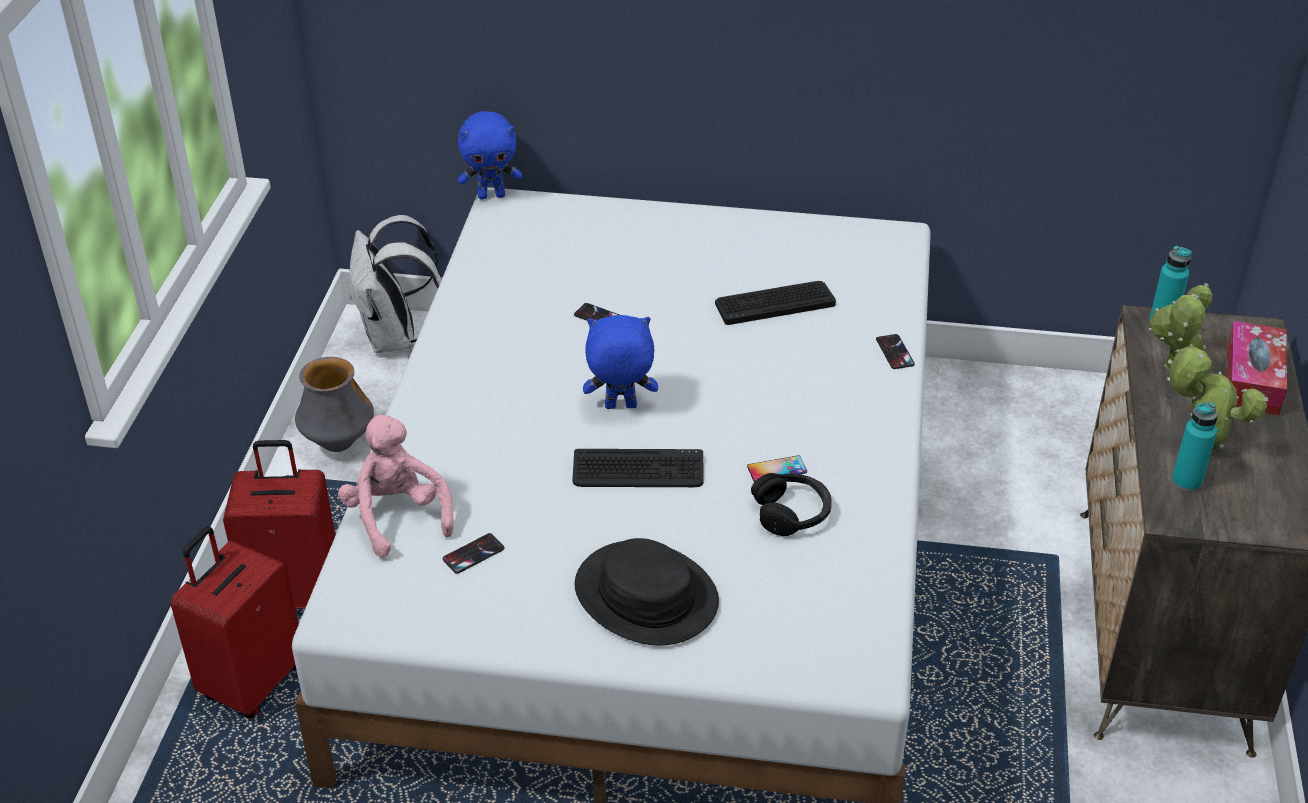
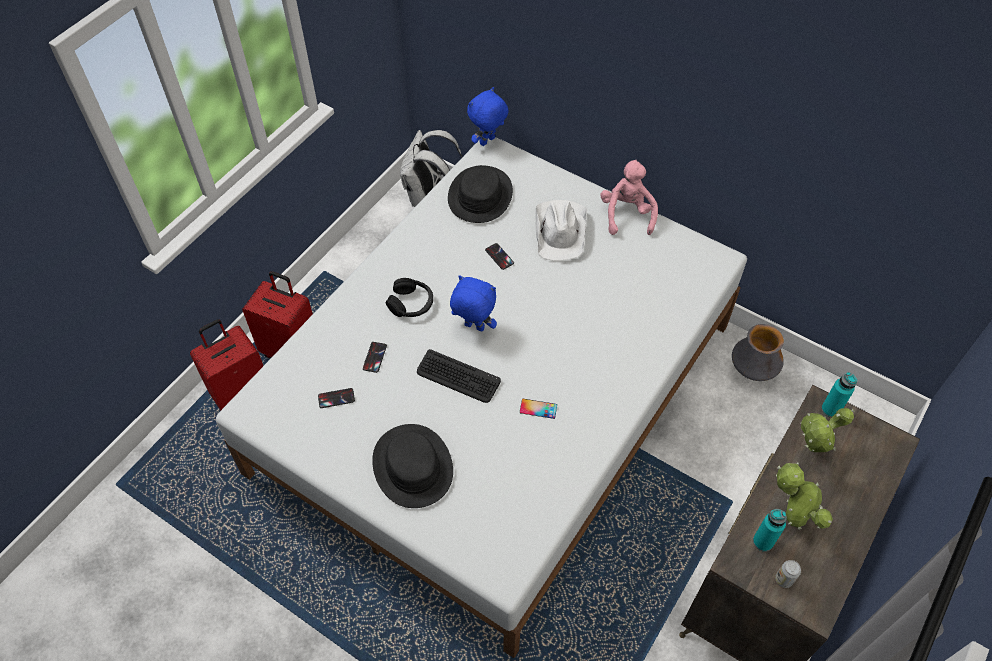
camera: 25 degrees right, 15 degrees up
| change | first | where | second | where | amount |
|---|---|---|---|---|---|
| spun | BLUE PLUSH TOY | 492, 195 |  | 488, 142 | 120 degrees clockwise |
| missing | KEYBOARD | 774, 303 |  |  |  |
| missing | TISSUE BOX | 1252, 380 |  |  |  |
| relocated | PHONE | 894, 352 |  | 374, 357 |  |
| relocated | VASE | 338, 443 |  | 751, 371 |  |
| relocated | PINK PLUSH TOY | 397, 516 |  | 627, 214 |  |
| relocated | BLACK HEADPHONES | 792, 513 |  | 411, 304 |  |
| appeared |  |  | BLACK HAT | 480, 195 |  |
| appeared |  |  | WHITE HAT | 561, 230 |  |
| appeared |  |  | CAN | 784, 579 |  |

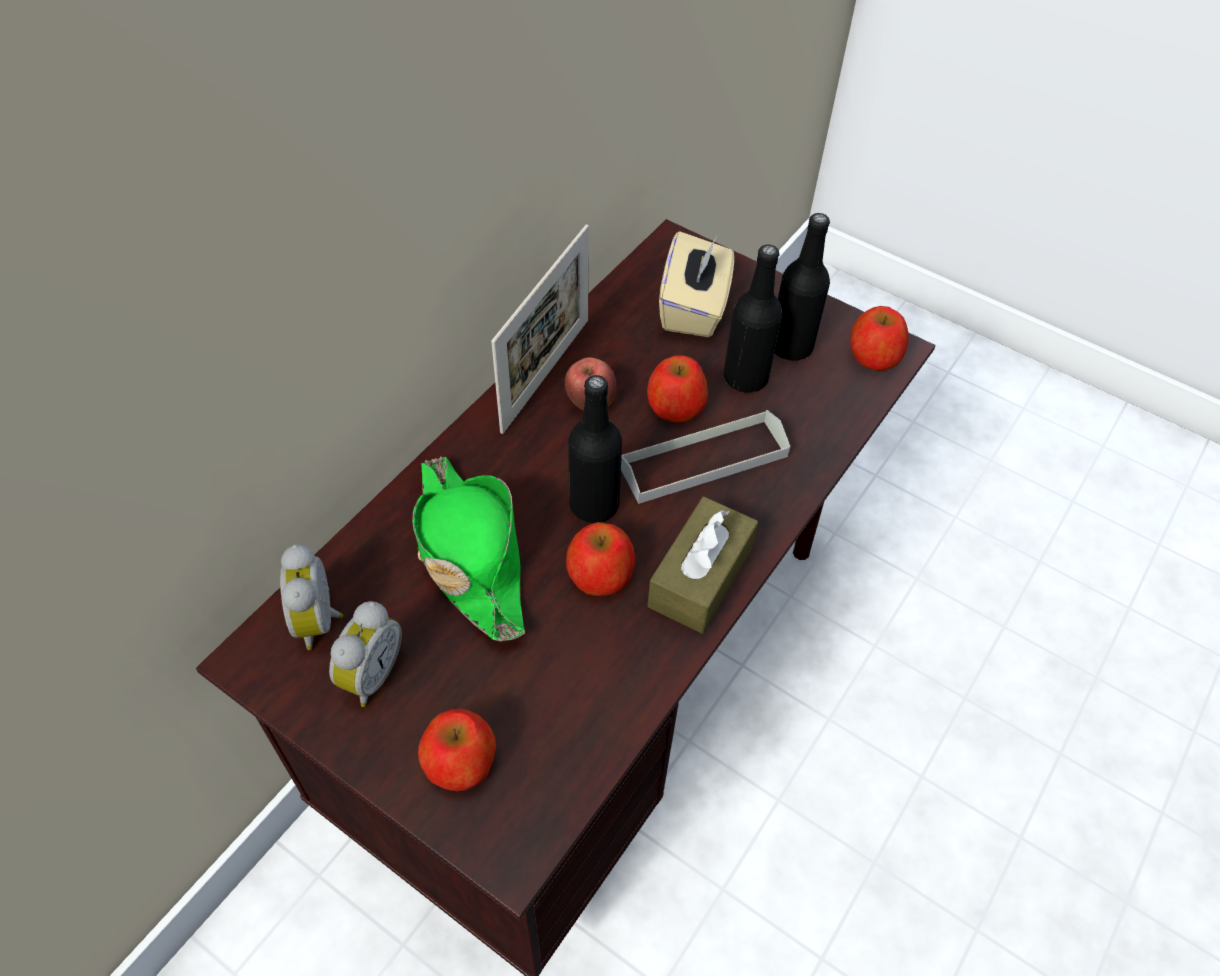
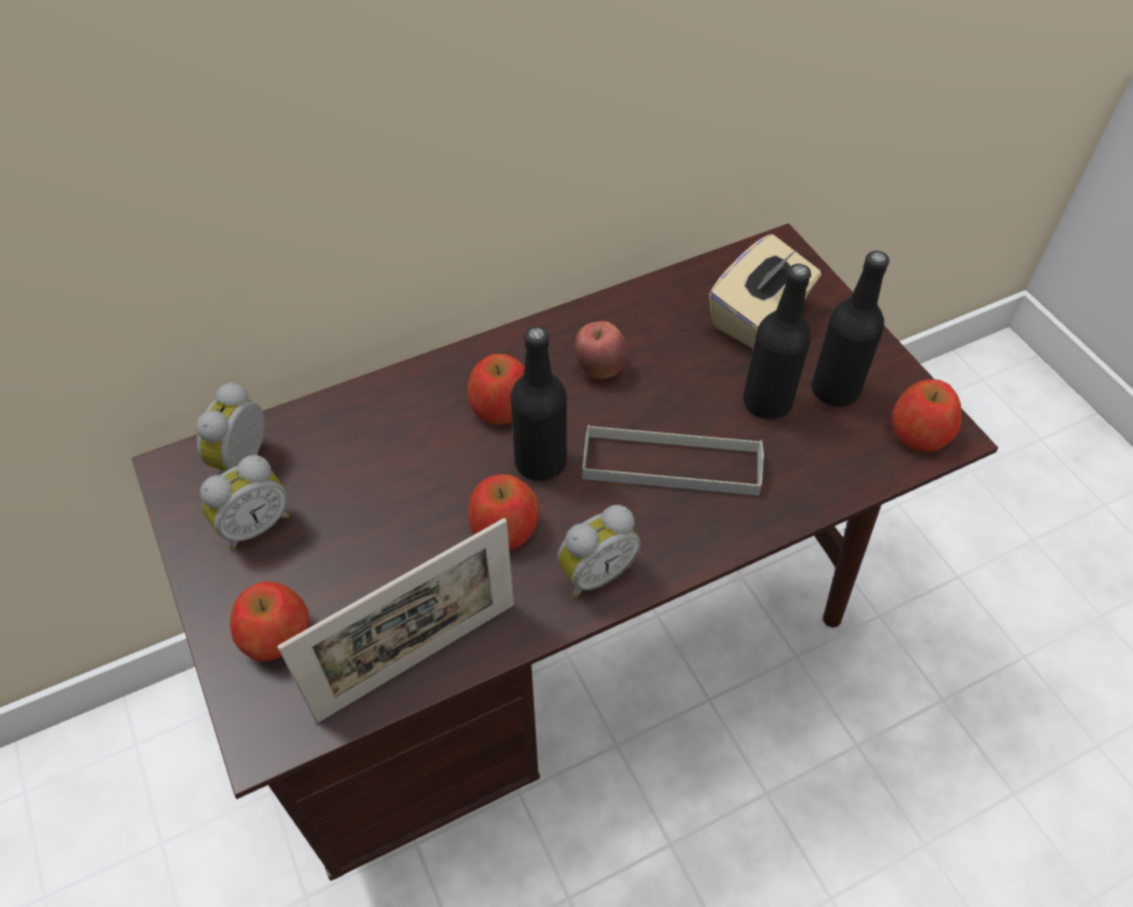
camera: 30 degrees right, 0 degrees up
| change | first | where | second | where | amount |
|---|---|---|---|---|---|
| relocated | PICTURE FRAME | 546, 374 |  | 418, 660 |  |
| relocated | APPLE | 676, 405 |  | 501, 406 |  |
| missing | GREEN HAT | 470, 553 |  |  |  |
| exchanged | BROWN TISSUE BOX | 700, 577 | ALARM CLOCK | 595, 572 |  |

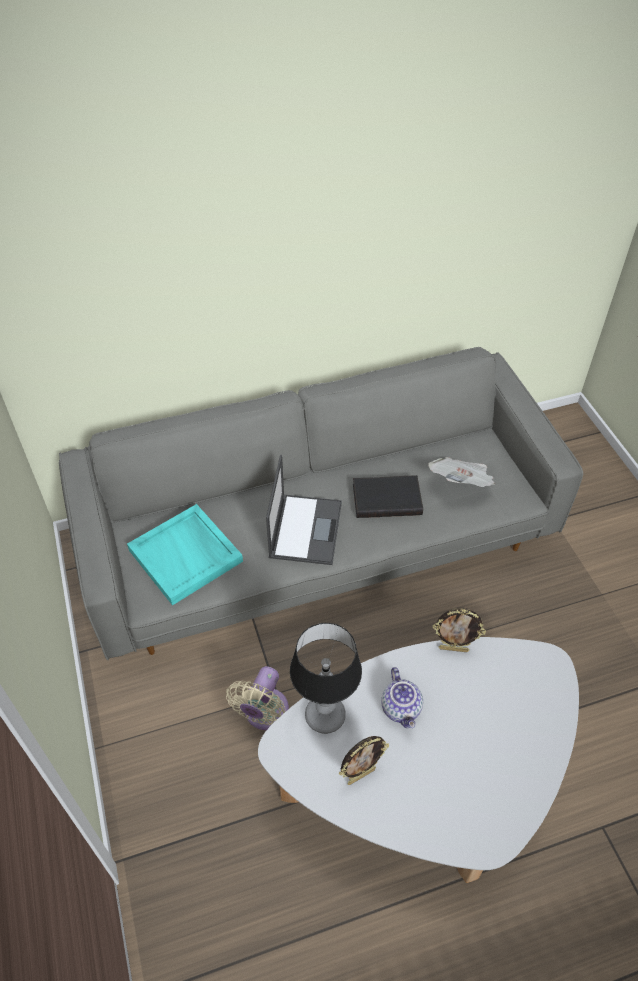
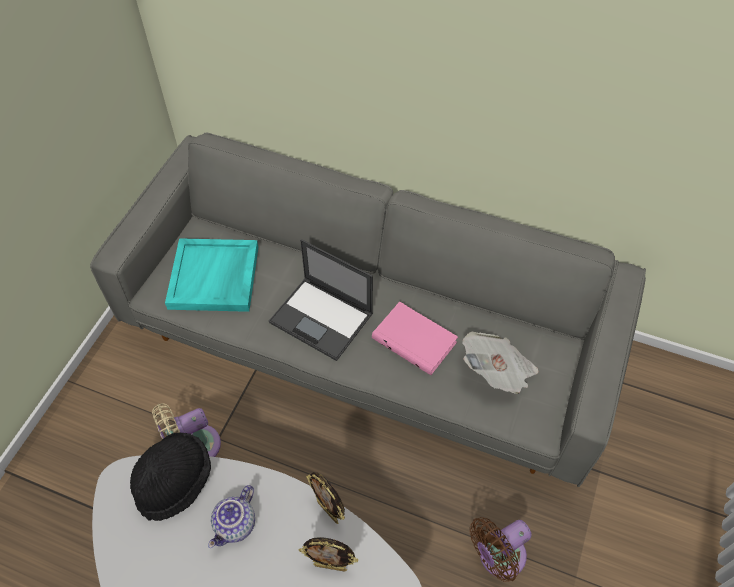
camera: 40 degrees right, 5 degrees up
| change | first | where | second | where | amount |
|---|---|---|---|---|---|
| spun | LAPTOP | 305, 528 |  | 322, 318 | 75 degrees clockwise |
| colour | BLACK BOOK | 387, 498 | PINK BOOK | 415, 339 |  |
| exchanged | TABLE LAMP | 324, 716 | BLACK HAT | 174, 482 |  |
| relocated | PICTURE FRAME | 361, 775 |  | 330, 566 |  |
| appeared |  |  | BROWN FAN | 497, 557 |  |

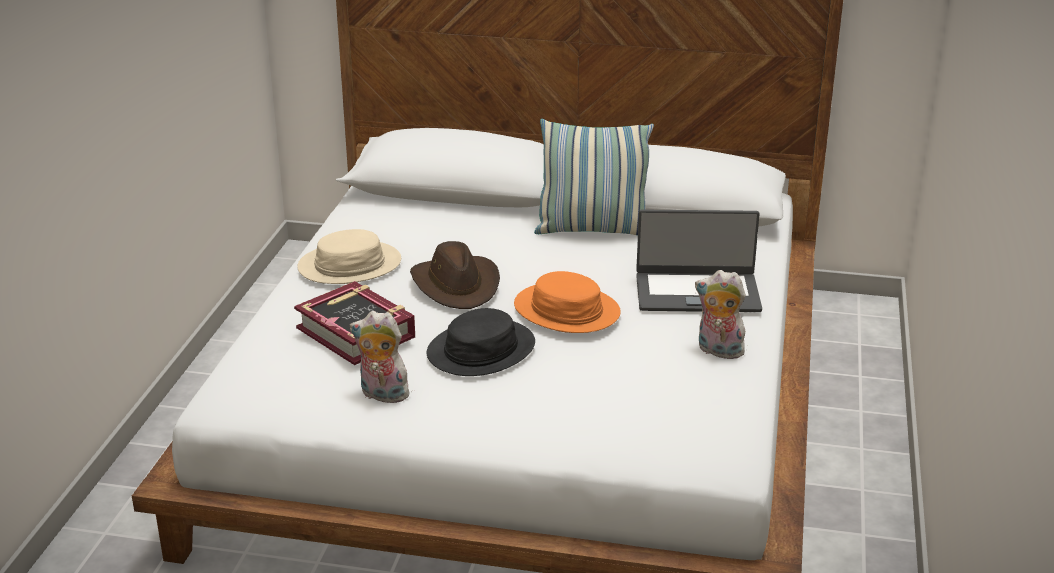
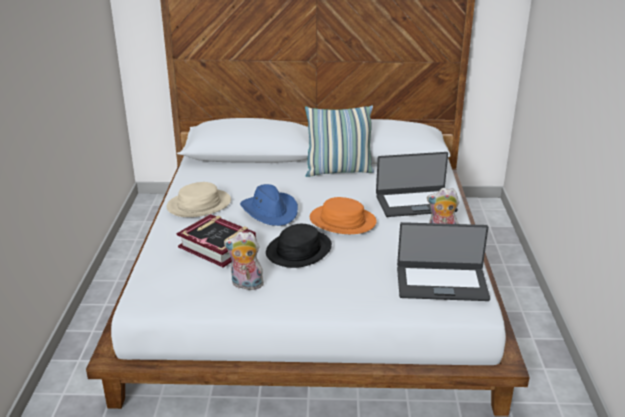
camera: 10 degrees left, 0 degrees up
| change | first | where | second | where | amount |
|---|---|---|---|---|---|
| colour | BROWN HAT | 456, 285 | BLUE HAT | 270, 211 |  |
| appeared |  |  | LAPTOP | 441, 283 |  |

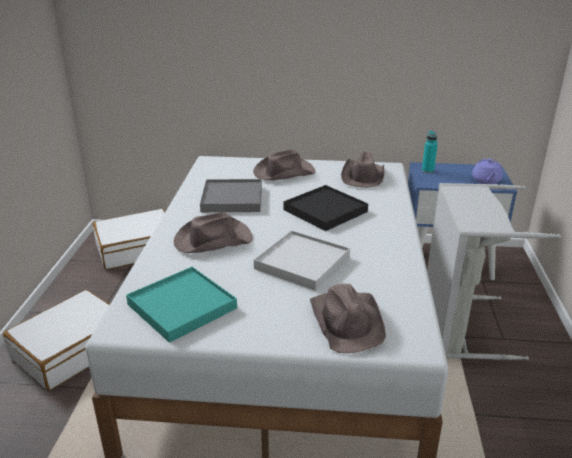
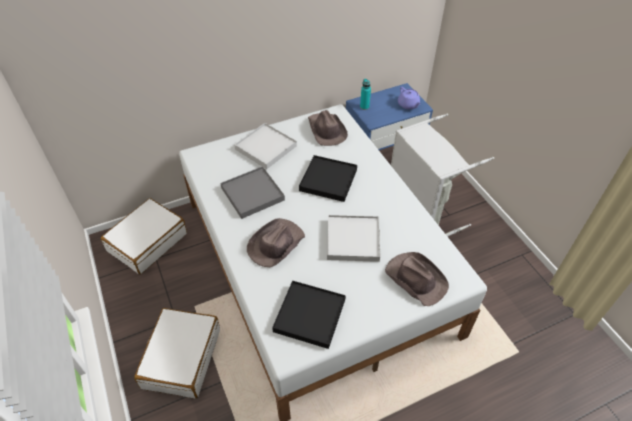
camera: 30 degrees left, 20 degrees up
| change | first | where | second | where | amount |
|---|---|---|---|---|---|
| exchanged | BROWN HAT | 283, 172 | WHITE TRAY | 265, 147 |  |
| colour | TURQUOISE TRAY | 181, 306 | BLACK TRAY | 309, 315 |  |

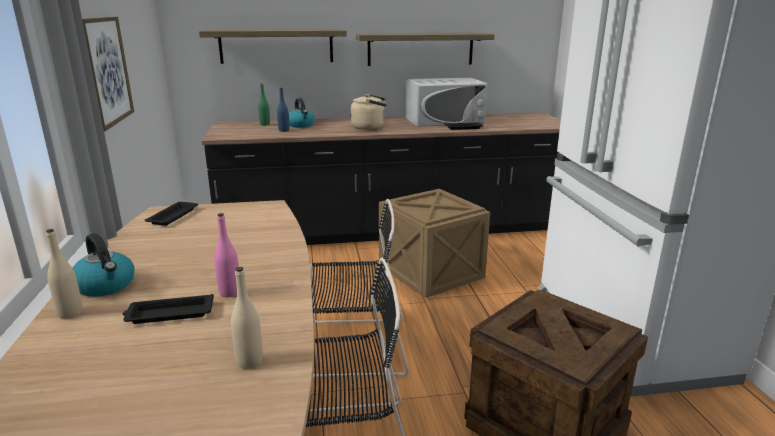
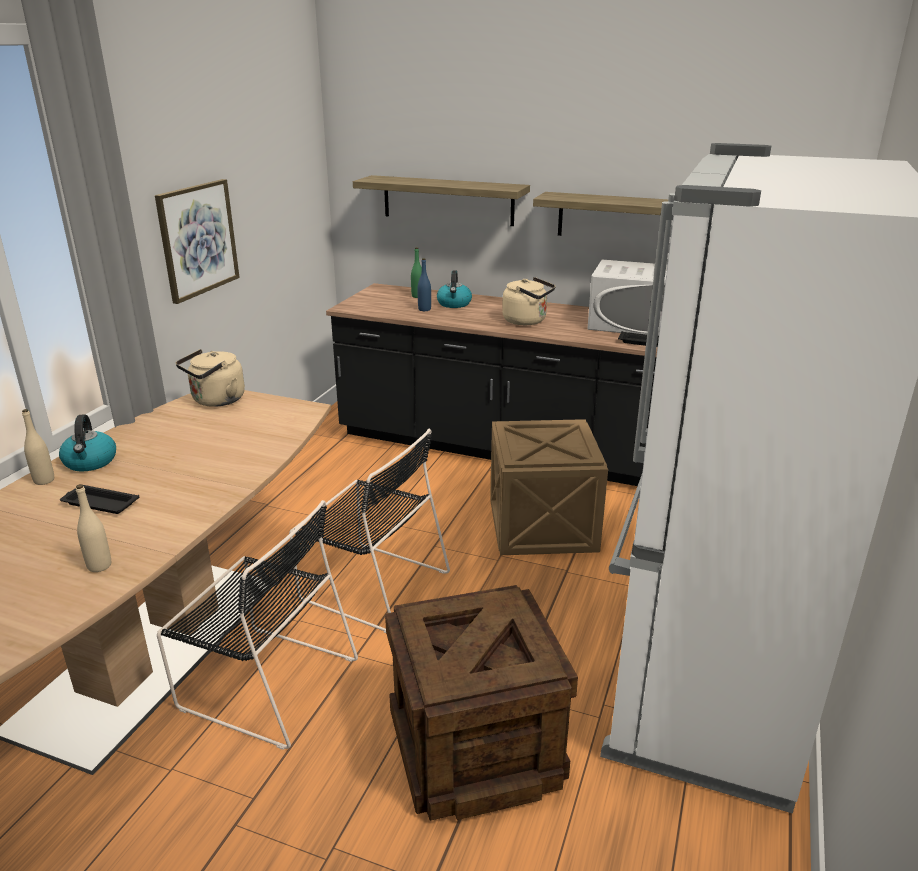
camera: 30 degrees right, 5 degrees up
| change | first | where | second | where | amount |
|---|---|---|---|---|---|
| exchanged | BLACK TRAY | 174, 216 | BEIGE KETTLE | 216, 401 |  |
| missing | PINK BOTTLE | 230, 292 |  |  |  |

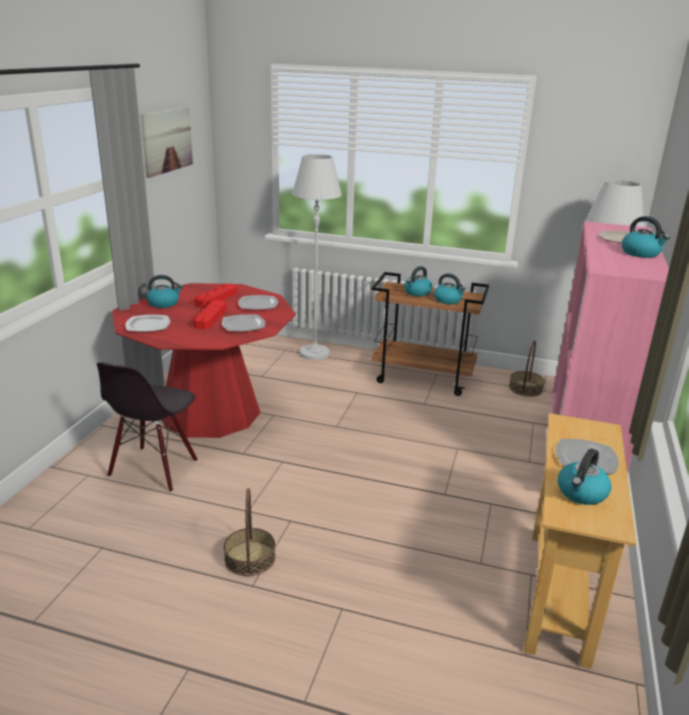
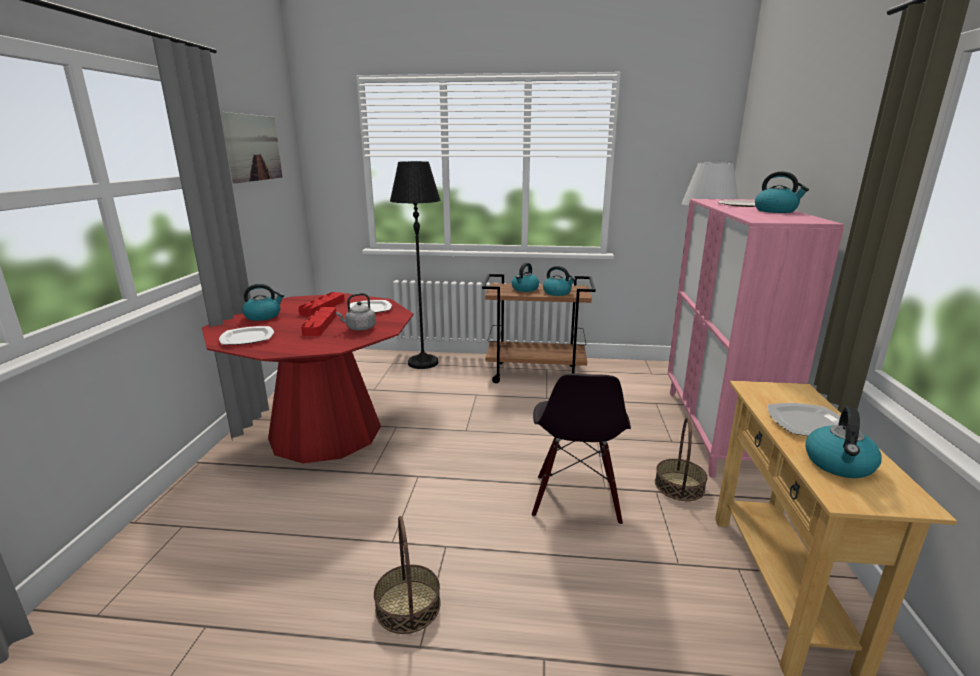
camera: 10 degrees left, 5 degrees down
| change | first | where | second | where | amount |
|---|---|---|---|---|---|
| colour | WHITE FLOOR LAMP | 314, 353 | BLACK FLOOR LAMP | 423, 362 |  |
| exchanged | PLATE | 243, 325 | GREY KETTLE | 359, 328 |  |
| relocated | BASKET | 525, 388 |  | 679, 486 |  |
| relocated | BLACK CHAIR | 154, 469 |  | 575, 499 |  |

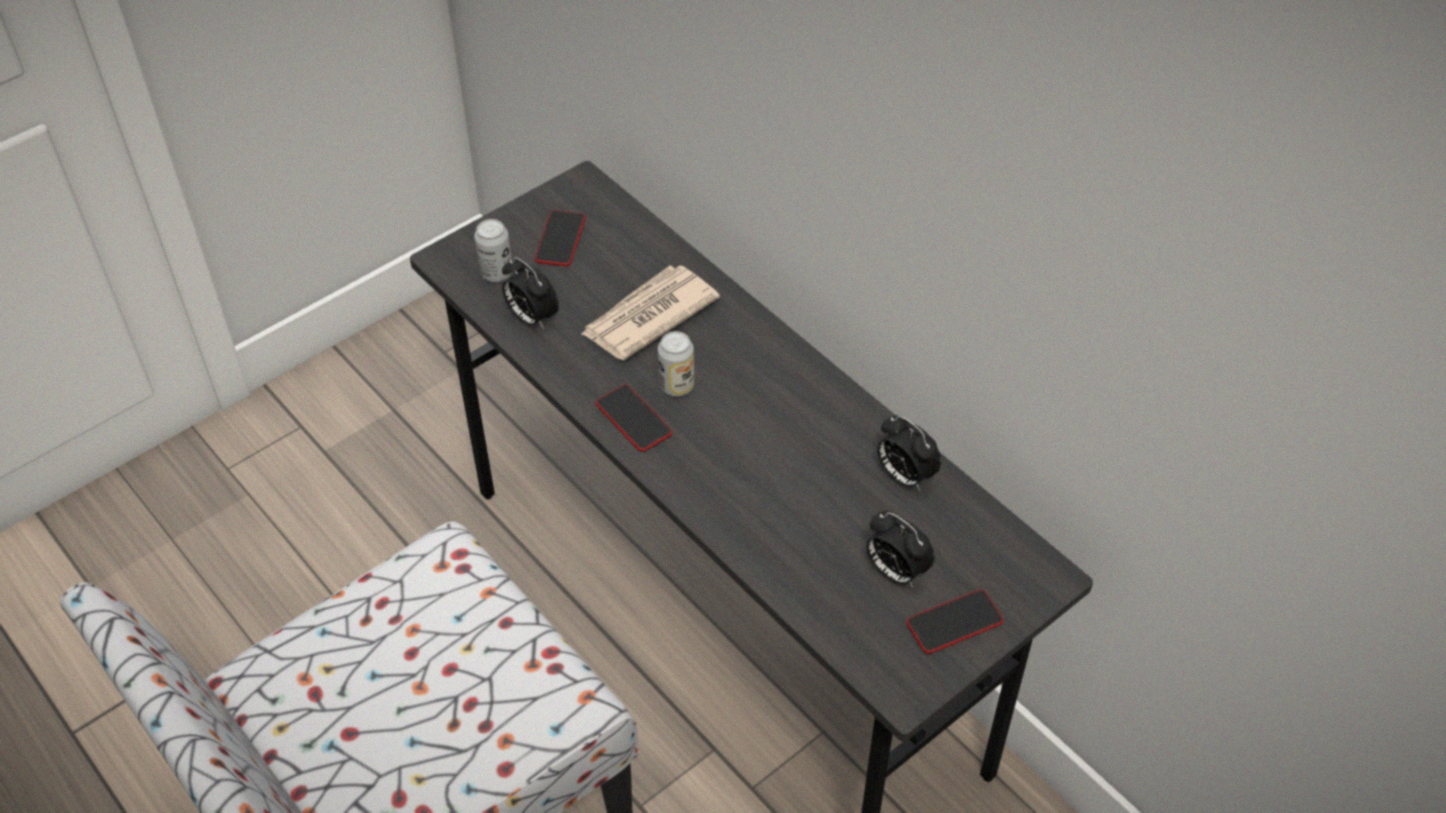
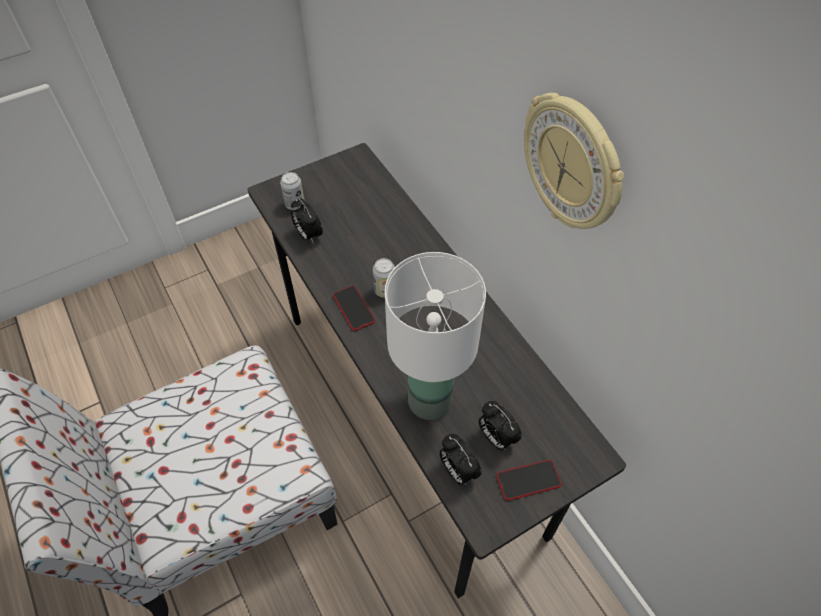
camera: 10 degrees right, 5 degrees up
| change | first | where | second | where | amount |
|---|---|---|---|---|---|
| missing | PHONE | 560, 239 |  |  |  |
| missing | NEWSPAPER | 648, 316 |  |  |  |
| relocated | ALARM CLOCK | 904, 476 |  | 457, 471 |  |
| appeared |  |  | WALL CLOCK | 573, 164 |  |
| appeared |  |  | WHITE TABLE LAMP | 430, 400 |  |

